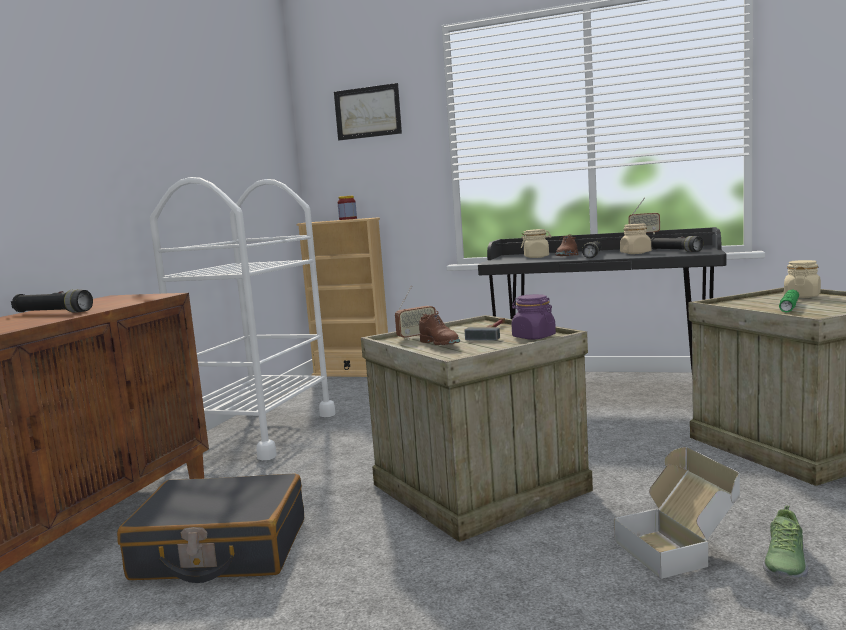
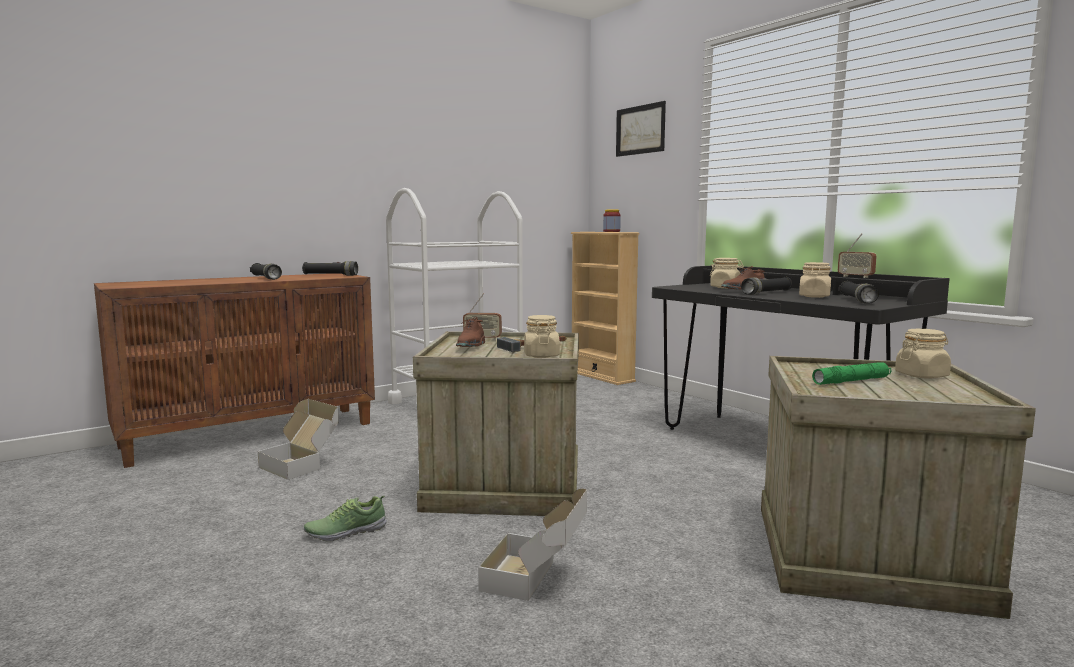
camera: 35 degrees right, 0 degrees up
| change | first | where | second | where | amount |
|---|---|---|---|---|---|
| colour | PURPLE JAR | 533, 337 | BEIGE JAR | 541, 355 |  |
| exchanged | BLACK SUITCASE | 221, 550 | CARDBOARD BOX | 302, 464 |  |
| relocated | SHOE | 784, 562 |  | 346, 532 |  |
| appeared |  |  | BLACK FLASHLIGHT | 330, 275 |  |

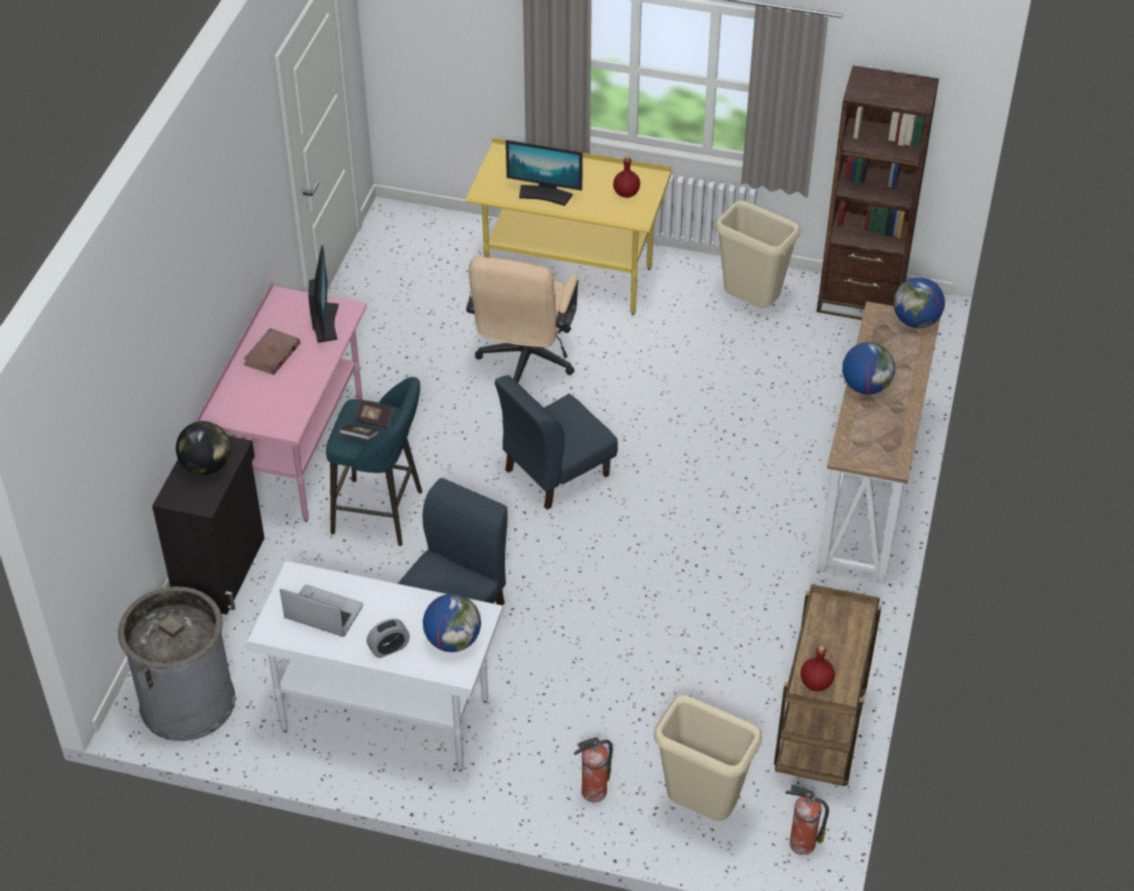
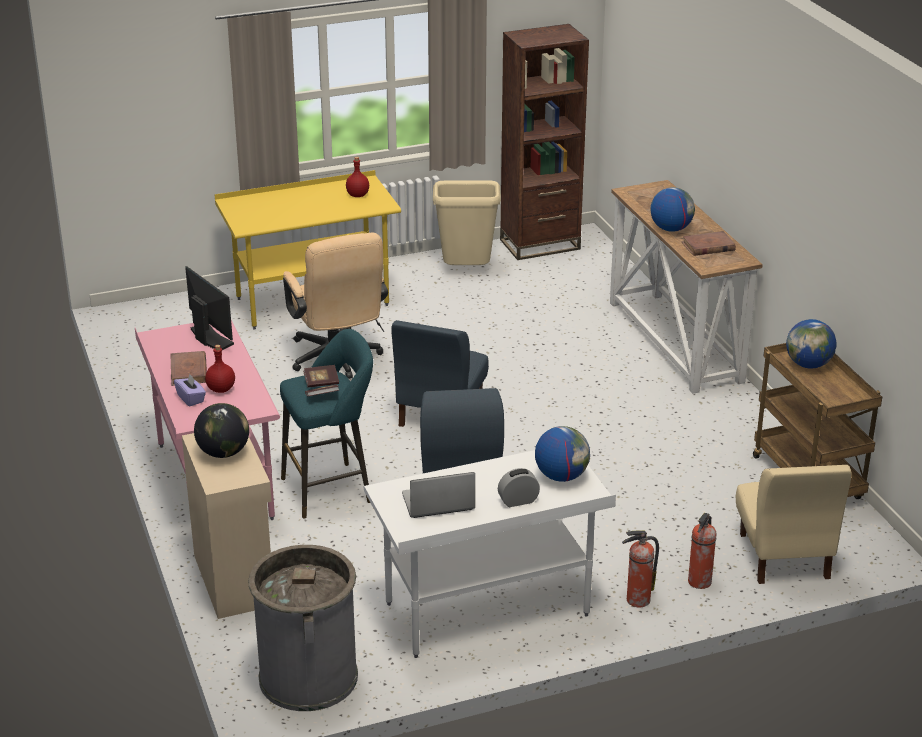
camera: 35 degrees left, 15 degrees down
| change | first | where | second | where | amount |
|---|---|---|---|---|---|
| missing | MONITOR | 545, 194 |  |  |  |
| relocated | GLOBE | 916, 321 |  | 808, 365 |  |
| colour | BLACK CABINET | 222, 570 | BEIGE CABINET | 235, 579 |  |
| spun | ALARM CLOCK | 389, 648 |  | 518, 501 | 135 degrees counterclockwise |
| relocated | RED BOTTLE | 816, 684 |  | 221, 389 |  |
| exchanged | BEIGE TRASH CAN | 700, 809 | BEIGE CHAIR | 784, 556 |  |
| relocated | FIRE EXTINGUISHER | 800, 843 |  | 637, 600 |  |
| appeared |  |  | BROWN BOOK | 708, 246 |  |
| appeared |  |  | PURPLE TISSUE BOX | 191, 399 |  |

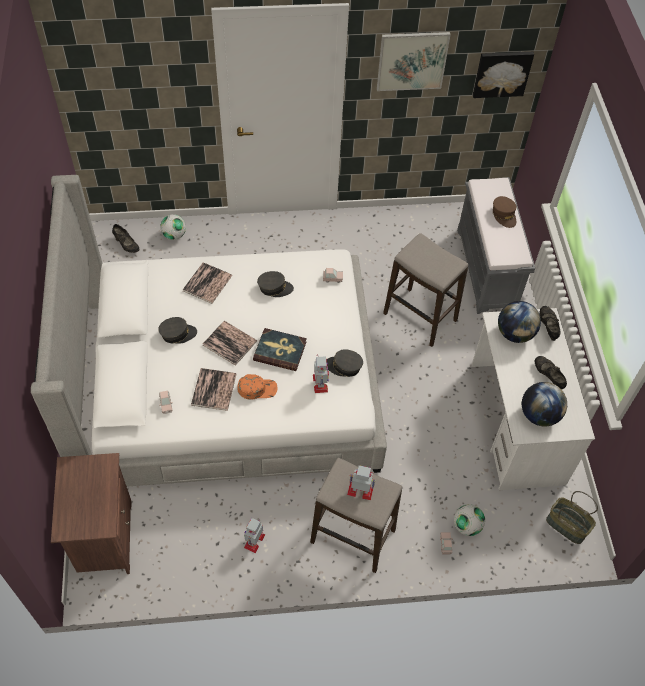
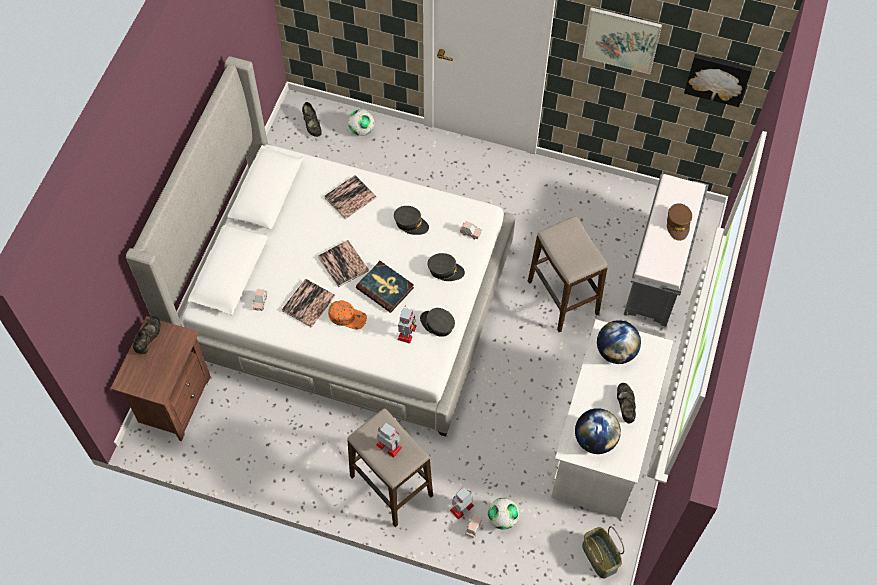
camera: 25 degrees right, 5 degrees up
| change | first | where | second | where | amount |
|---|---|---|---|---|---|
| relocated | BLACK SHOE | 548, 327 |  | 149, 339 |  |
| relocated | GREY CAP | 178, 334 |  | 445, 270 |  |
| relocated | TOY ROBOT | 254, 540 |  | 461, 507 |  |

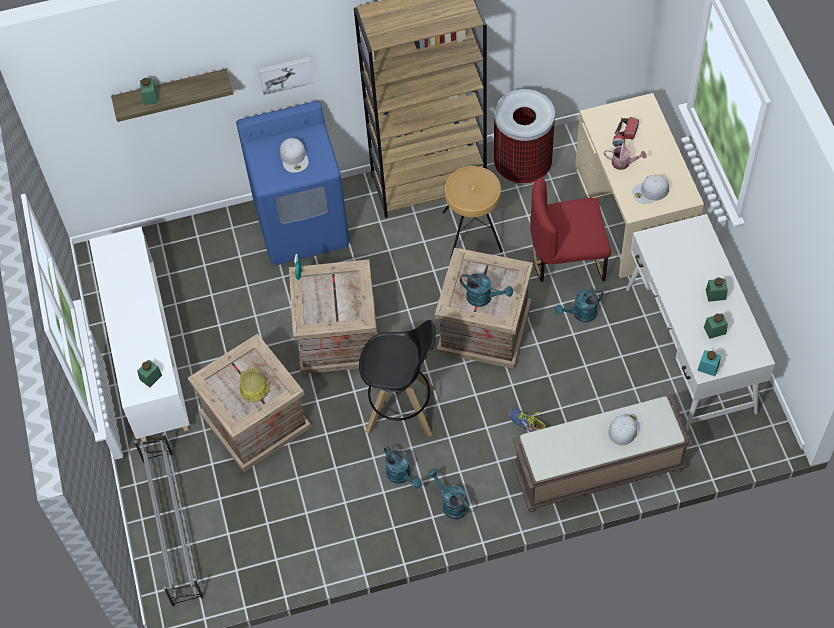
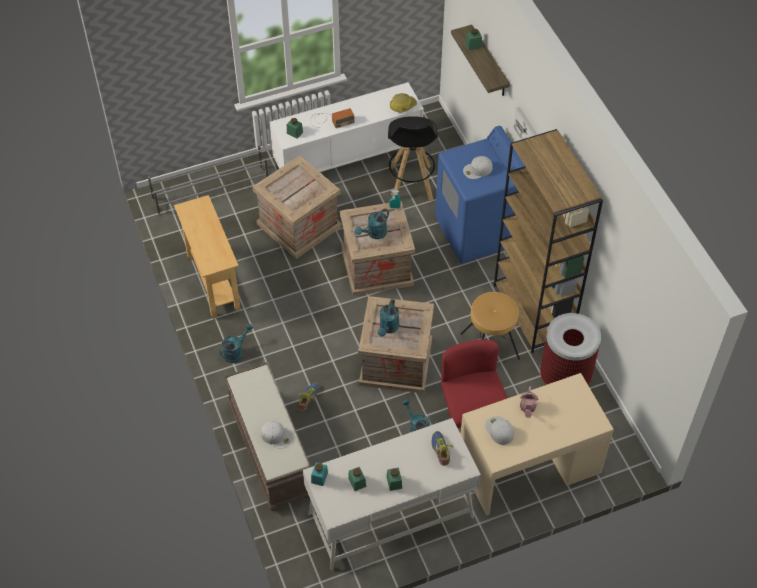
camera: 80 degrees right, 5 degrees down
| change | first | where | second | where | amount |
|---|---|---|---|---|---|
| missing | FLASHLIGHT | 624, 136 |  |  |  |
| relocated | BLACK STOOL | 402, 410 |  | 411, 184 |  |
| relocated | HARD HAT | 253, 387 |  | 402, 106 |  |
| relocated | TURQUOISE WATERING CAN | 401, 476 |  | 374, 234 |  |
| appeared |  |  | RADIO | 330, 120 |  |
| appeared |  |  | BEIGE CONSOLE TABLE | 213, 282 |  |
| appeared |  |  | SHOE | 440, 450 |  |

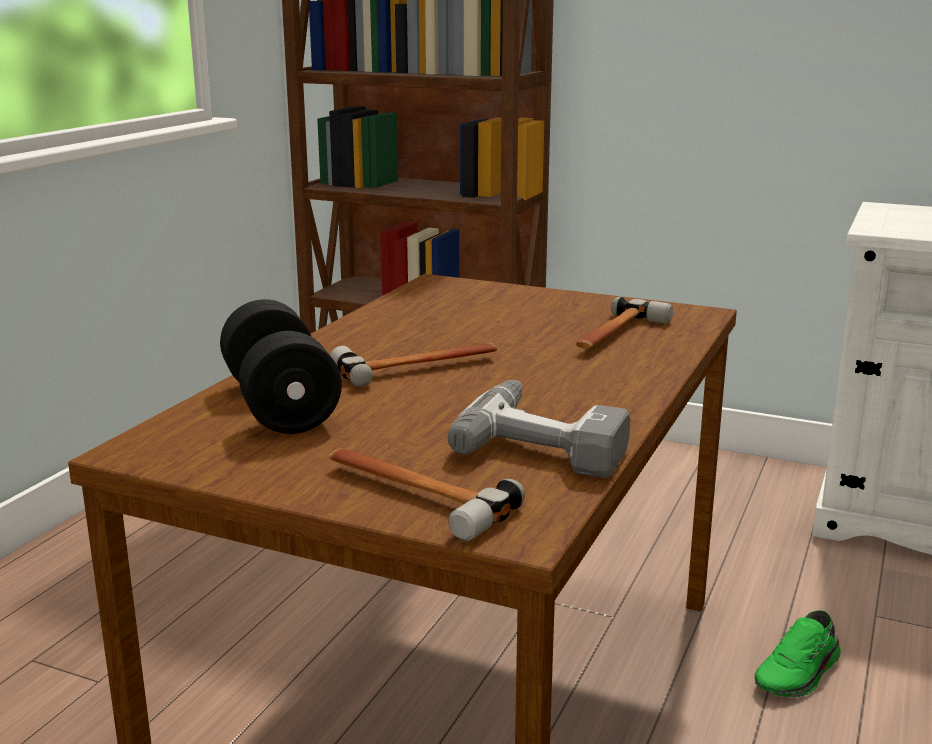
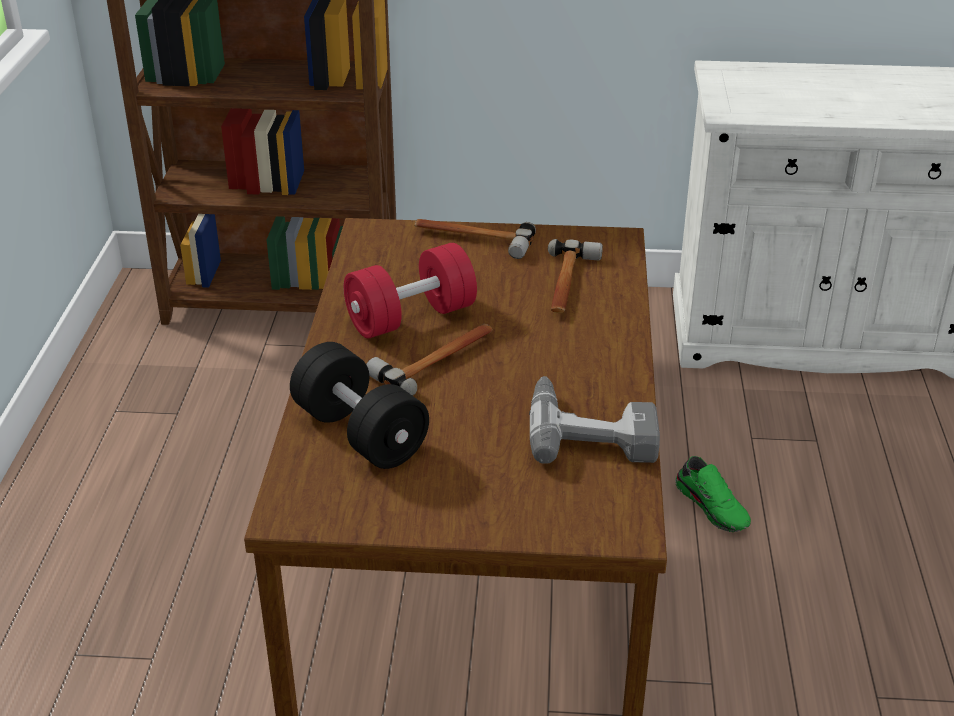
camera: 20 degrees left, 15 degrees up
| change | first | where | second | where | amount |
|---|---|---|---|---|---|
| relocated | HAMMER | 412, 495 |  | 472, 239 |  |
| spun | GREEN SHOE | 799, 674 |  | 713, 506 | 60 degrees counterclockwise |
| appeared |  |  | RED DUMBBELL | 411, 317 |  |

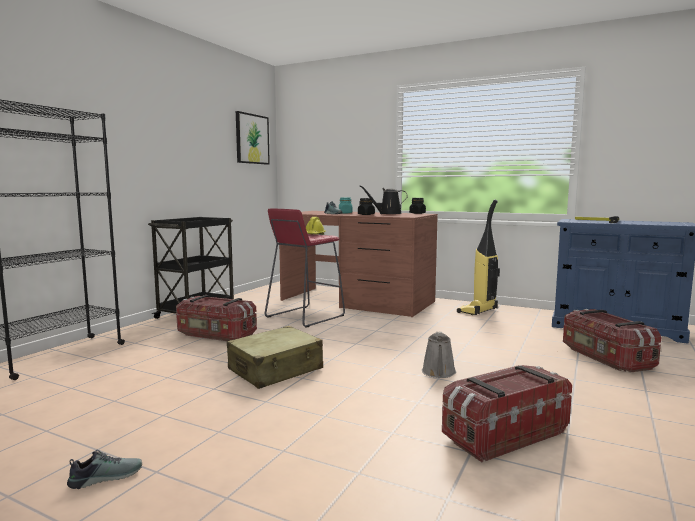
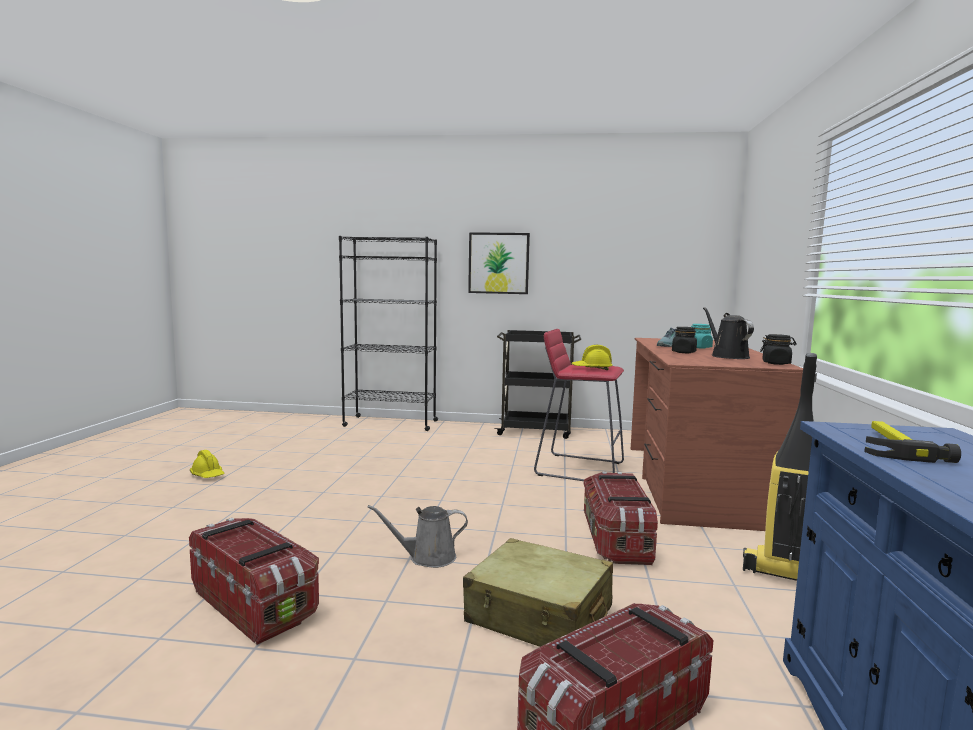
camera: 70 degrees right, 0 degrees up
| change | first | where | second | where | amount |
|---|---|---|---|---|---|
| relocated | PICTURE | 252, 139 |  | 498, 263 |  |
| relocated | STORAGE BOX | 215, 335 |  | 616, 539 |  |
| relocated | BEIGE SUITCASE | 276, 370 |  | 539, 615 |  |
| exchanged | SHOE | 106, 476 | YELLOW HARD HAT | 208, 475 |  |

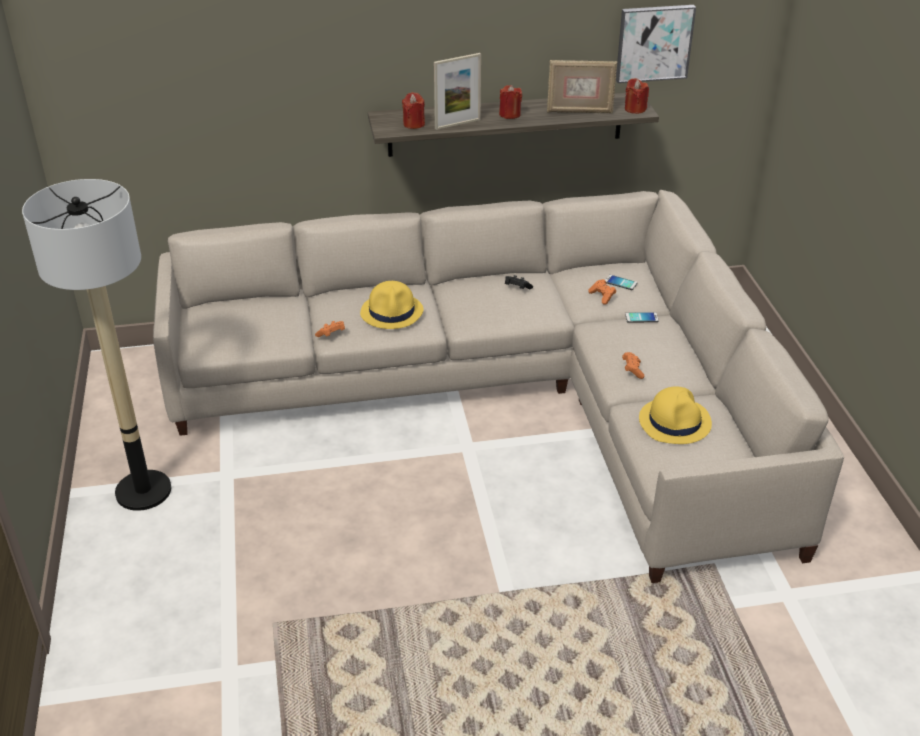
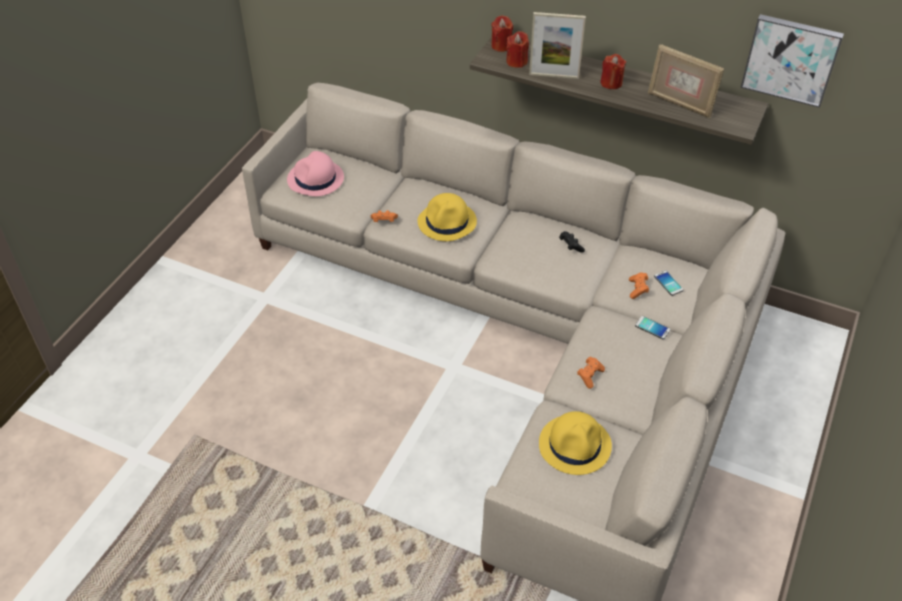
camera: 35 degrees right, 10 degrees up
| change | first | where | second | where | amount |
|---|---|---|---|---|---|
| relocated | RED CANDLE | 635, 109 |  | 501, 46 |  |
| missing | FLOOR LAMP | 143, 491 |  |  |  |
| appeared |  |  | PINK HAT | 315, 179 |  |

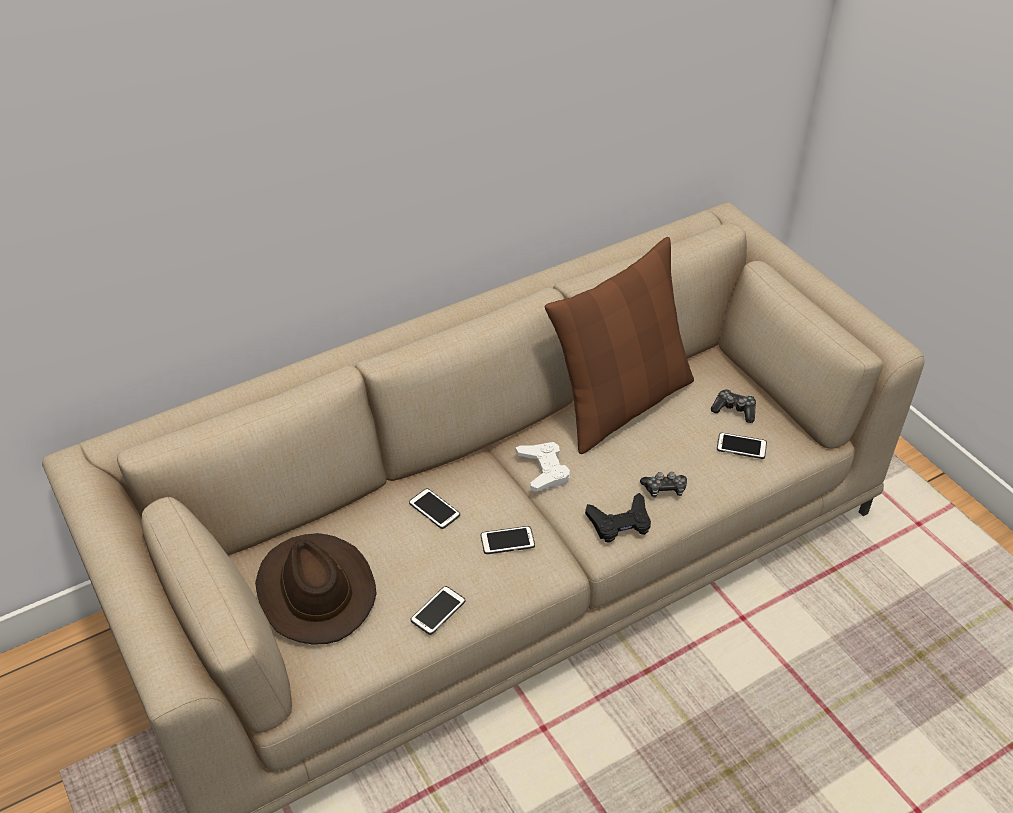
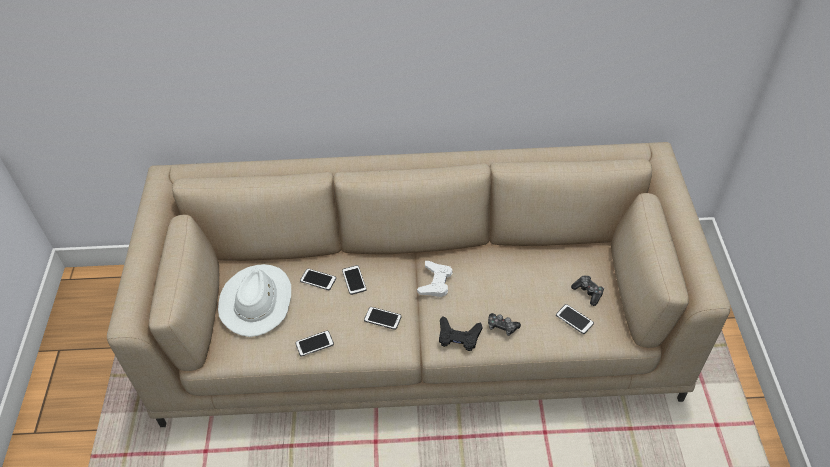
camera: 30 degrees right, 5 degrees up
| change | first | where | second | where | amount |
|---|---|---|---|---|---|
| missing | BROWN PILLOW | 621, 403 |  |  |  |
| colour | BROWN HAT | 314, 591 | WHITE HAT | 257, 301 |  |
| appeared |  |  | PHONE | 318, 280 |  |

